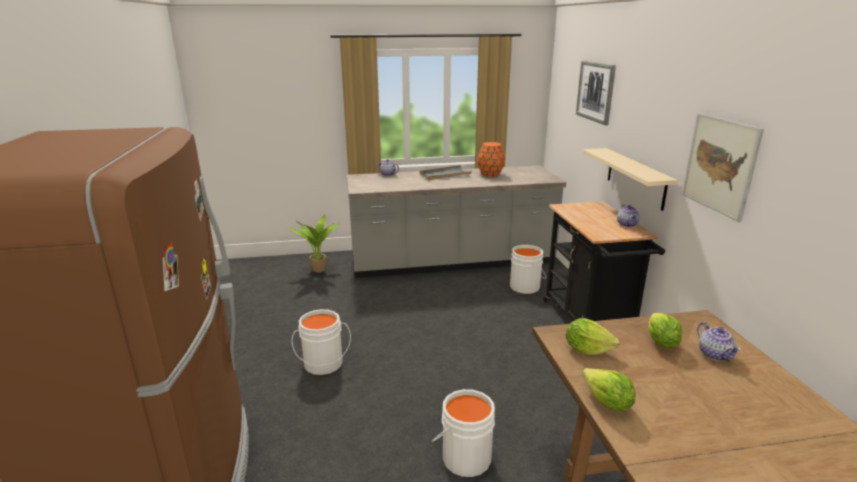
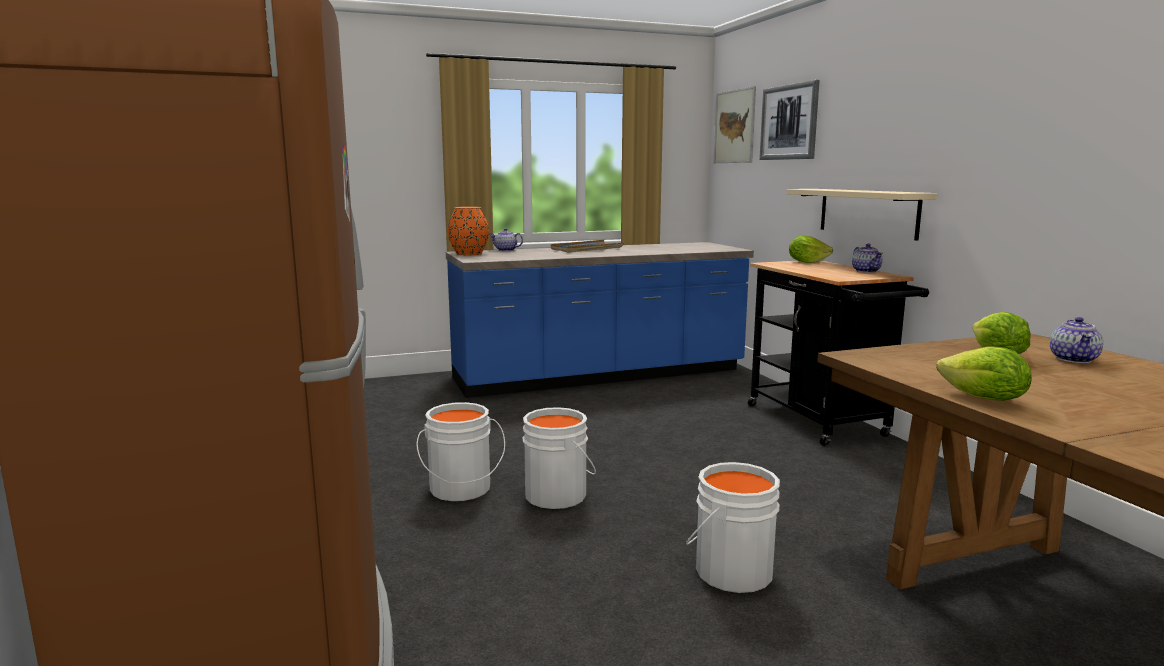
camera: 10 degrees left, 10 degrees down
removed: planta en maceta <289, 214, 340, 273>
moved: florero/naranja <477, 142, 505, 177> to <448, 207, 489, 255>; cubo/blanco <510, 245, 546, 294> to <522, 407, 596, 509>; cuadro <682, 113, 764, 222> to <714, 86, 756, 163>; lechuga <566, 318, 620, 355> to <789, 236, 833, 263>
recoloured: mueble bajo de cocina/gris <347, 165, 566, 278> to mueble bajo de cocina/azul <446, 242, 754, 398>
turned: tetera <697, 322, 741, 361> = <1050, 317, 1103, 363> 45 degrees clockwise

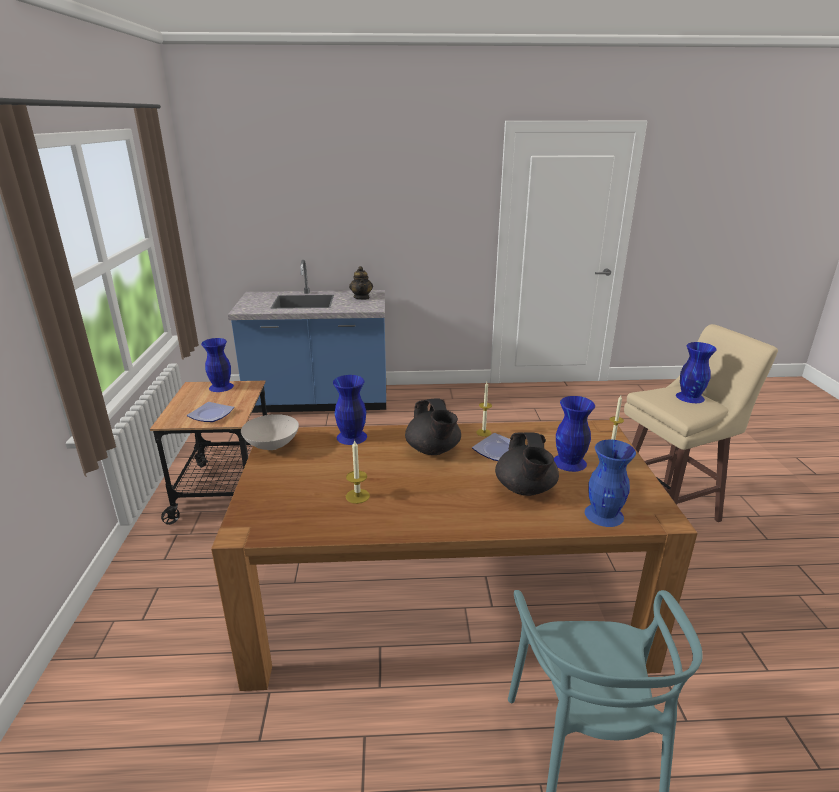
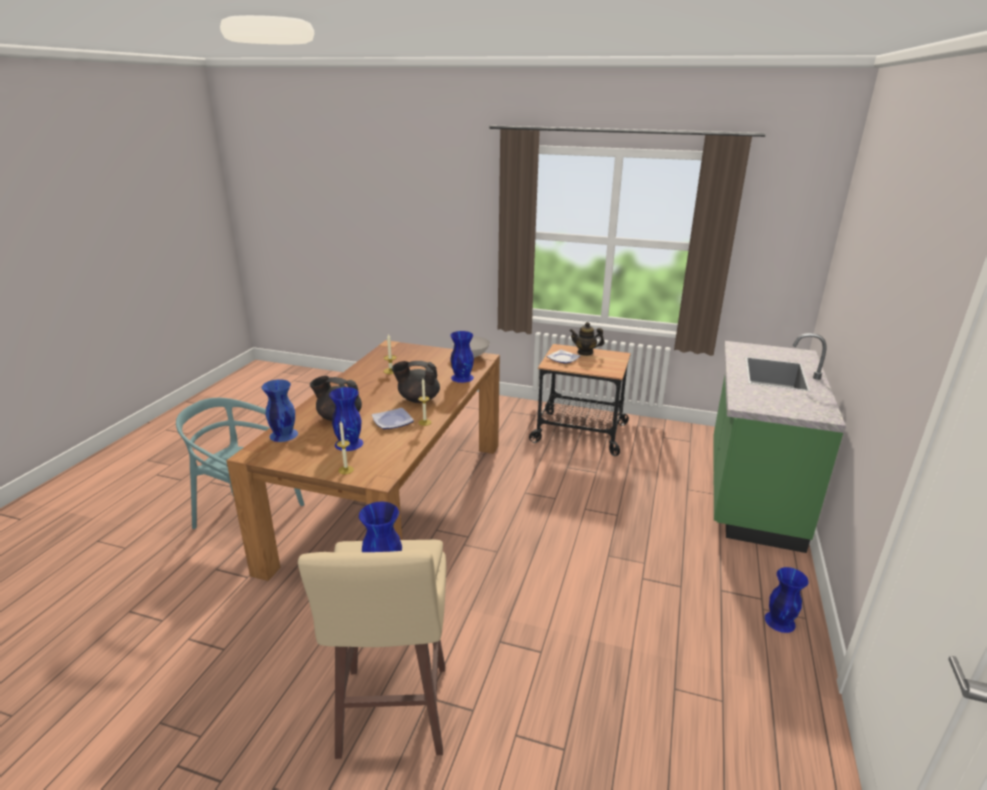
camera: 110 degrees right, 0 degrees up
moved: tetera <349, 266, 373, 300> to <569, 322, 605, 356>; florero/azul <201, 338, 234, 392> to <765, 567, 809, 633>
recoloured: mueble bajo de cocina/azul <228, 260, 386, 413> to mueble bajo de cocina/verde <713, 333, 846, 553>

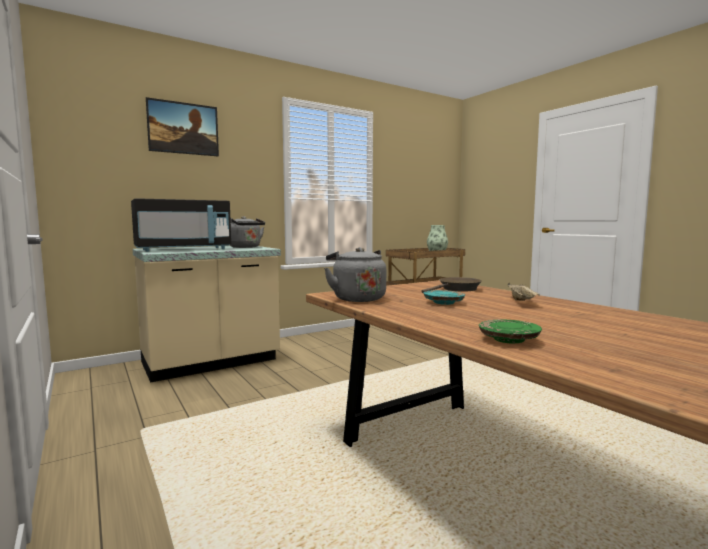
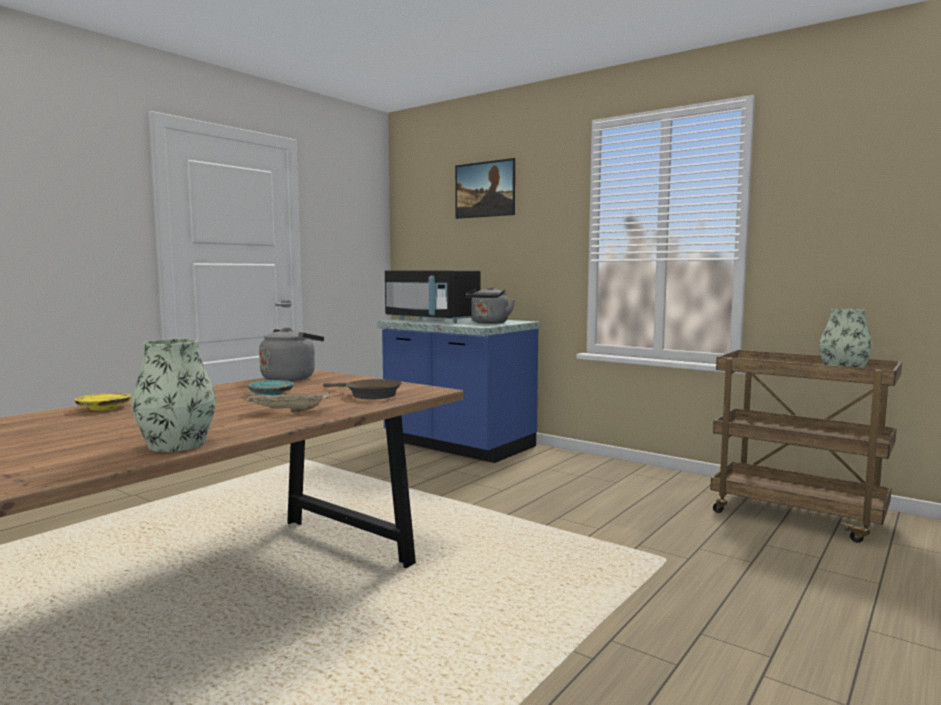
camera: 70 degrees right, 0 degrees up
added: florero <131, 339, 216, 452>
recoloured: plato/verde <479, 320, 542, 343> to plato/amarillo <74, 393, 131, 411>; mueble bajo de cocina/beis <133, 246, 281, 383> to mueble bajo de cocina/azul <377, 317, 540, 463>

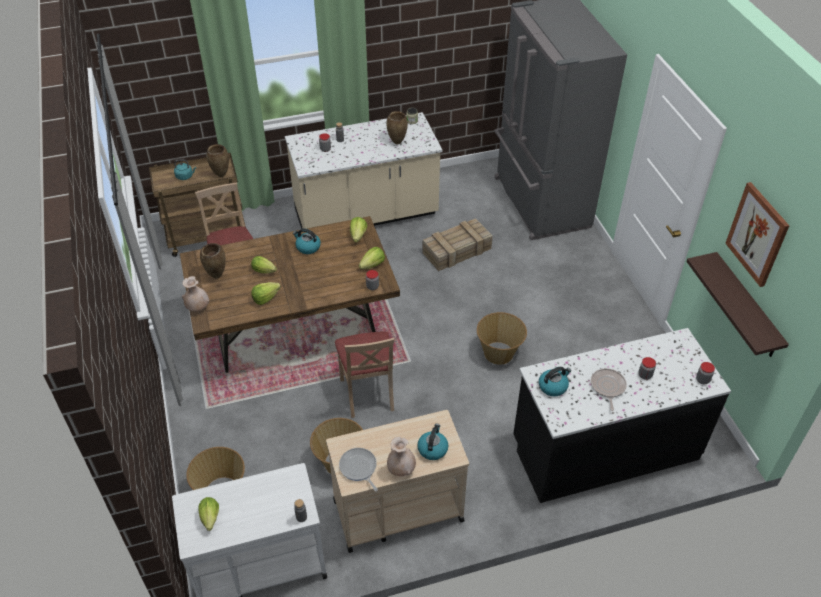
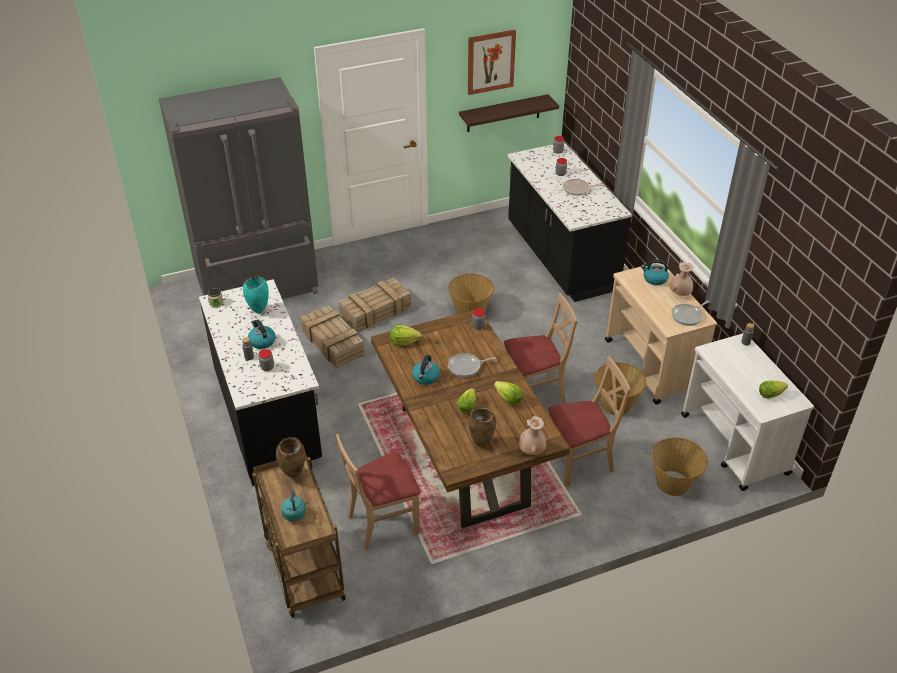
camera: 95 degrees left, 5 degrees down
removed: lechuga <359, 247, 385, 269>
added: caja de embalaje <339, 278, 411, 332>; sartén <448, 353, 496, 377>; silla/beis <548, 357, 631, 487>
moved: hervidor <539, 367, 571, 396> to <248, 320, 275, 349>
recoloured: mueble bajo de cocina/beis <285, 112, 442, 229> to mueble bajo de cocina/negro <199, 279, 322, 486>; florero/marrón <386, 111, 408, 145> to florero/turquesa <243, 276, 269, 314>

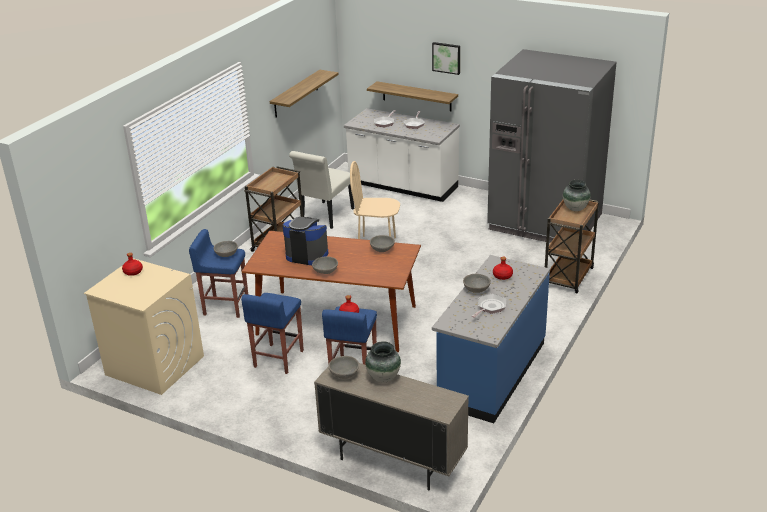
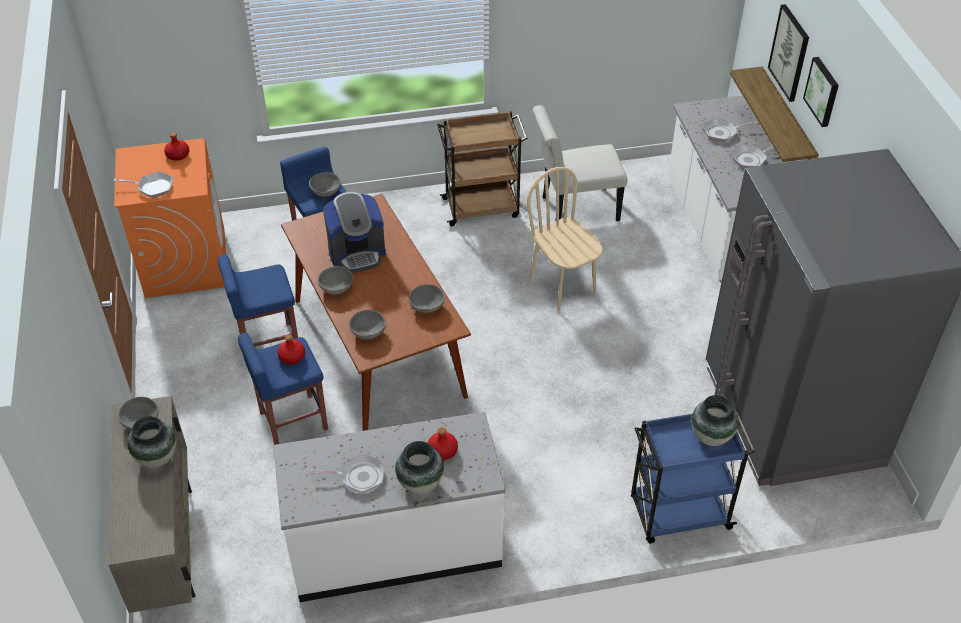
camera: 50 degrees right, 15 degrees up
removed: estante <270, 70, 338, 118>
added: sartén <113, 172, 173, 198>; florero <395, 441, 444, 494>; cuadro <768, 4, 809, 102>
moved: cuenco/gris <463, 274, 491, 293> to <349, 310, 386, 339>
recoloured: lavadora/beis <84, 258, 204, 395> to lavadora/naranja <114, 138, 226, 298>; mueble bajo de cocina/azul <432, 255, 550, 423> to mueble bajo de cocina/blanco <273, 412, 505, 602>; carrito/marrón <545, 199, 599, 293> to carrito/azul <631, 411, 755, 543>
turned: cafetera <282, 217, 329, 265> = <323, 192, 386, 273> 90 degrees clockwise

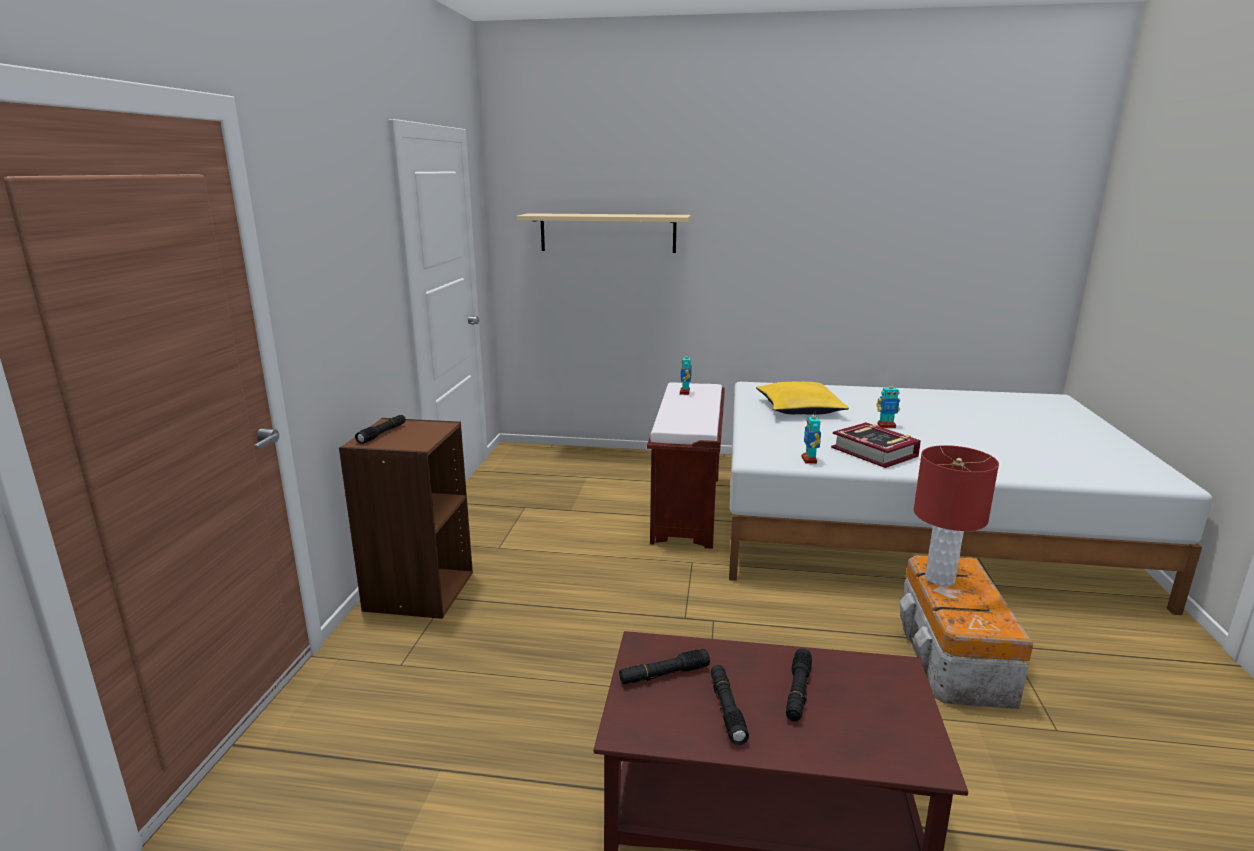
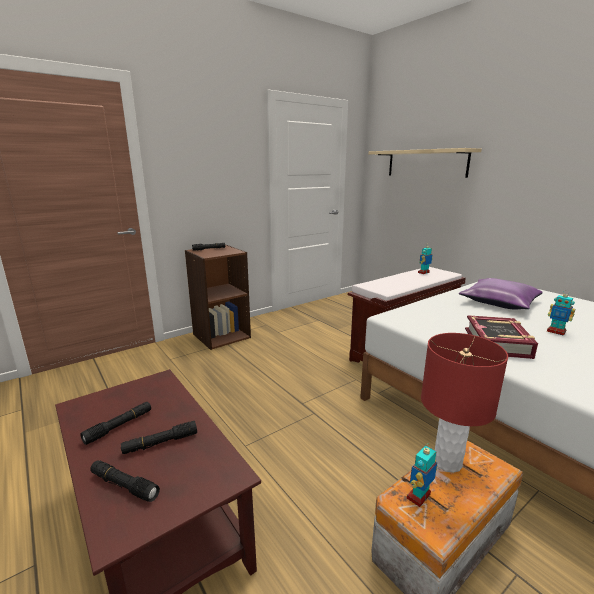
camera: 45 degrees right, 0 degrees up
moved: linterna/negro <619, 649, 710, 684> to <90, 460, 160, 502>; robot de juguete <802, 410, 821, 464> to <407, 445, 437, 507>
recoloured: cojín/amarillo <756, 382, 849, 415> to cojín/morado <459, 278, 543, 310>

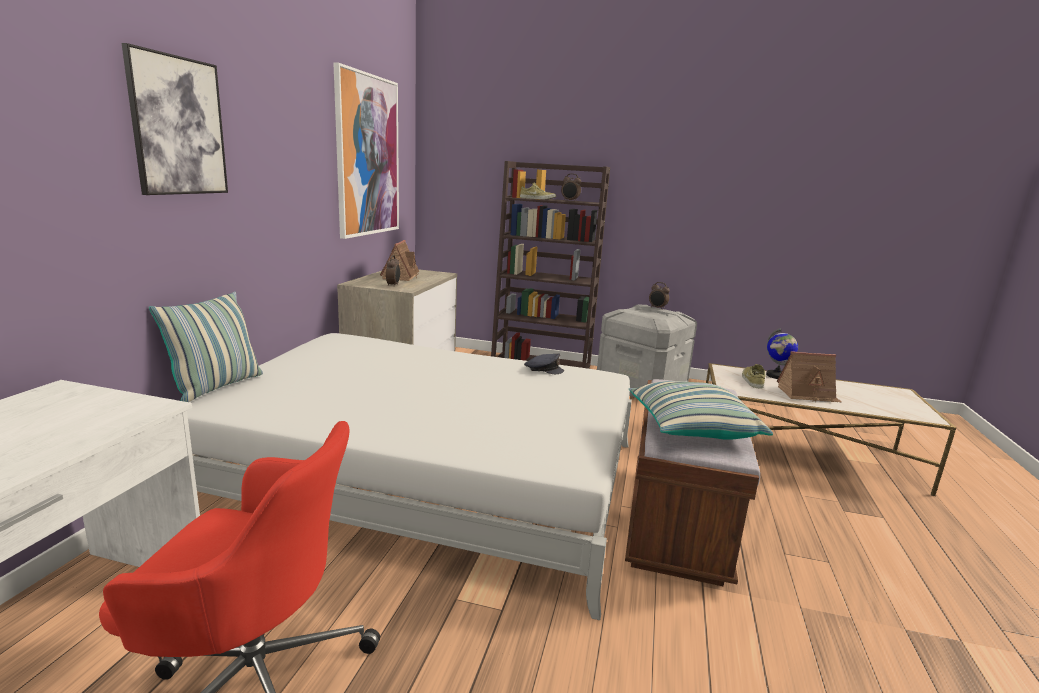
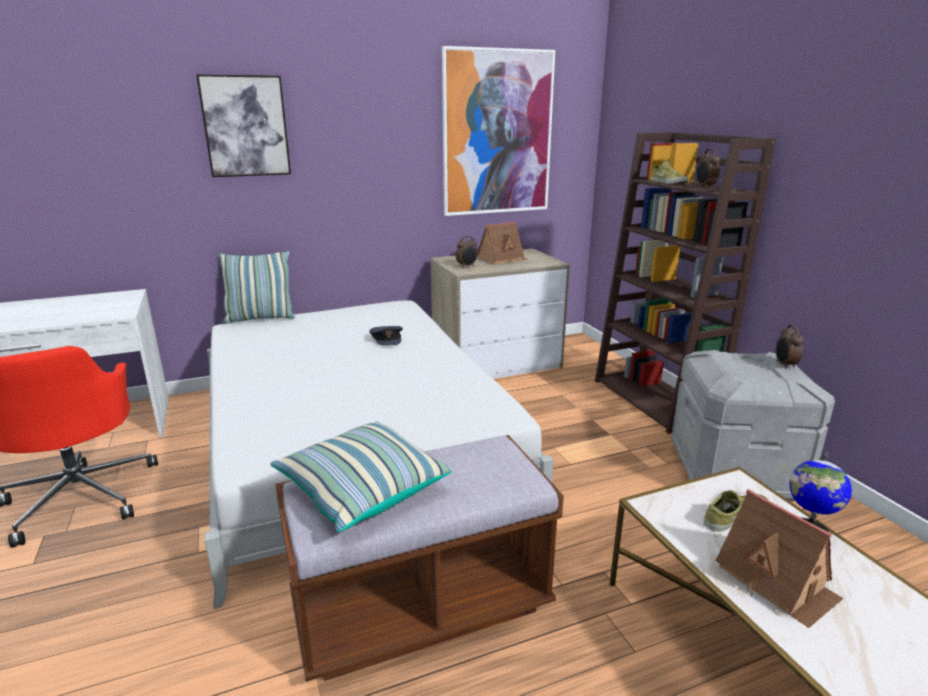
camera: 55 degrees right, 5 degrees up
moved: gorra/gris <524, 354, 564, 374> to <369, 326, 403, 346>

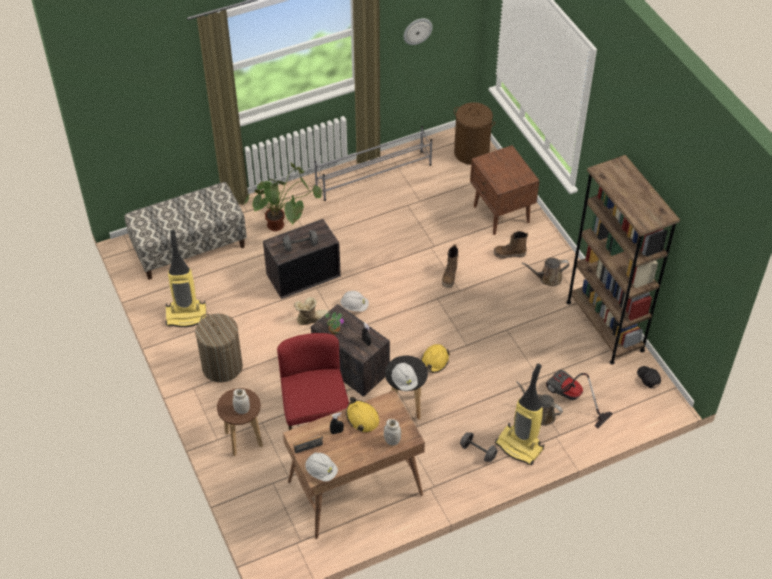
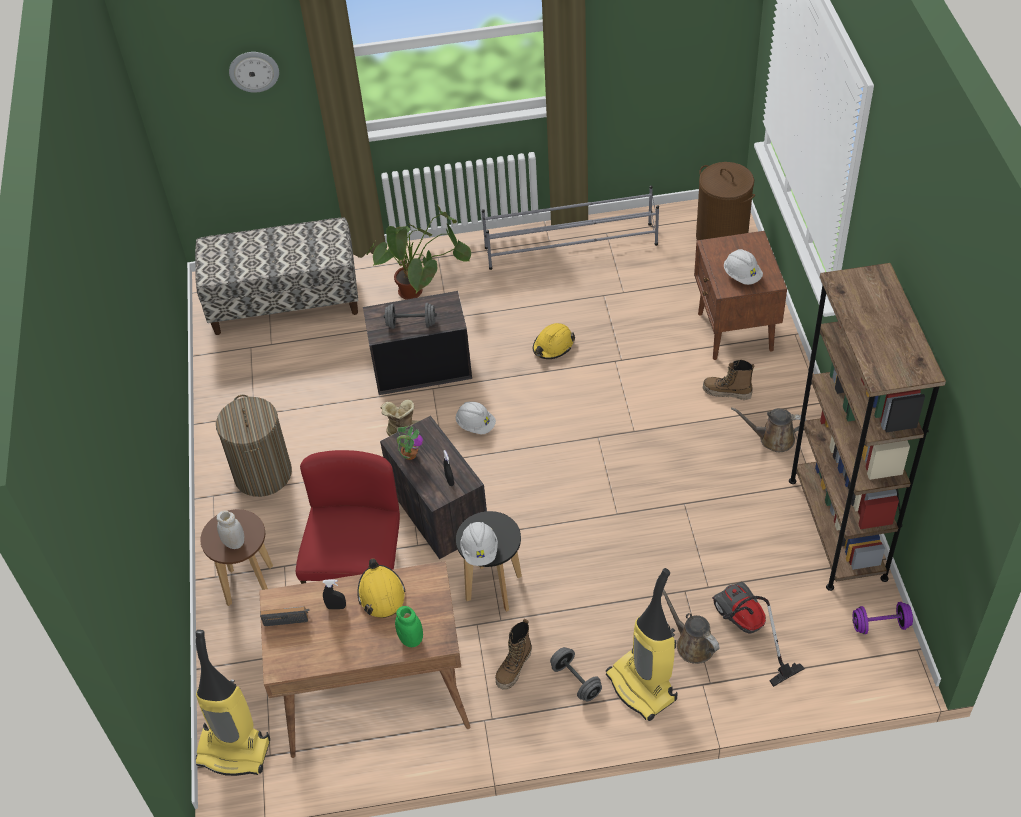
camera: 20 degrees right, 0 degrees up
moved: aspiradora <166, 230, 206, 327> to <195, 630, 270, 776>; reloj de pared <404, 18, 433, 45> to <229, 52, 279, 93>; bota <442, 244, 459, 288> to <495, 619, 532, 690>; casco/amarillo <421, 344, 450, 373> to <533, 323, 575, 359>; casco/blanco <305, 453, 338, 482> to <724, 249, 763, 285>
replaced: gorra/negro <637, 366, 661, 388> to mancuerna/morado <853, 602, 913, 634>
recoloured: tarro/blanco <384, 419, 401, 446> to tarro/verde <395, 606, 423, 647>

